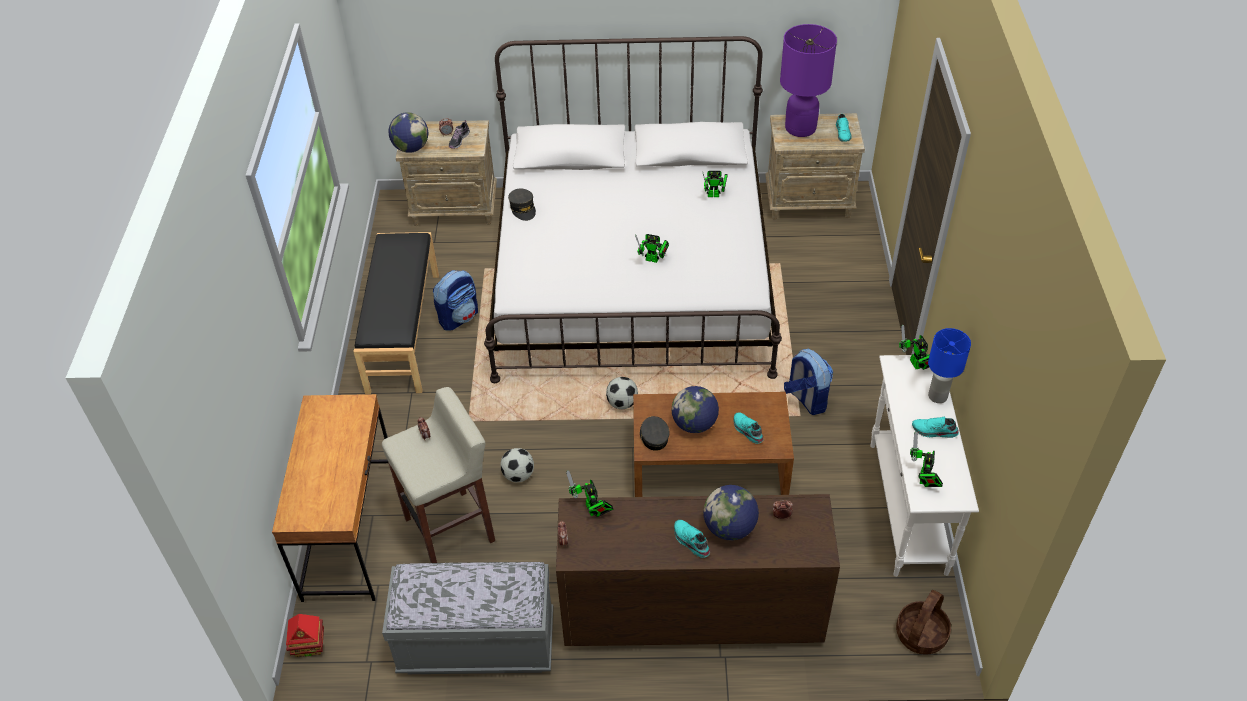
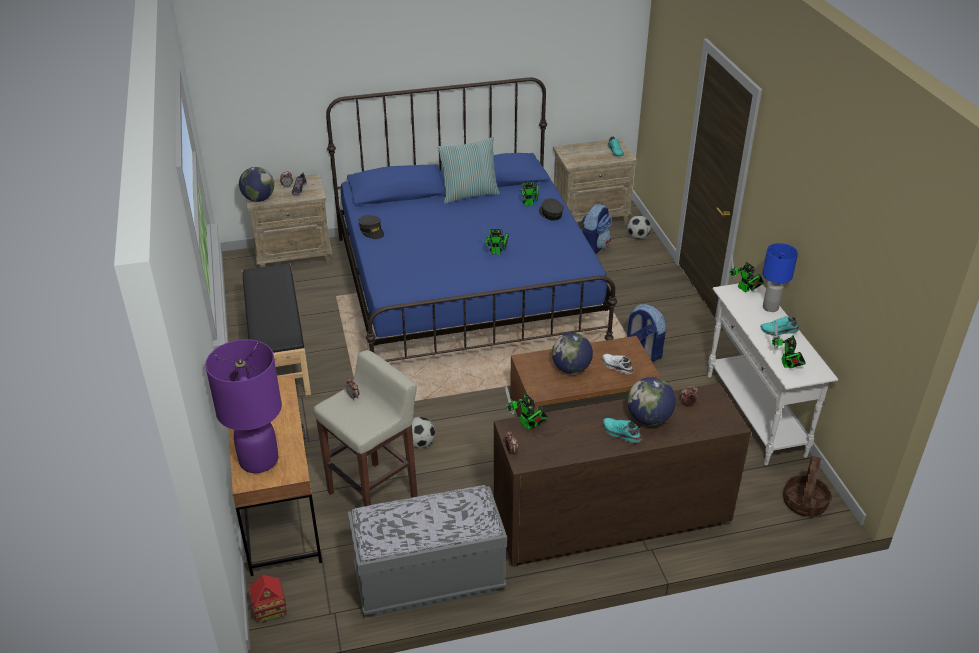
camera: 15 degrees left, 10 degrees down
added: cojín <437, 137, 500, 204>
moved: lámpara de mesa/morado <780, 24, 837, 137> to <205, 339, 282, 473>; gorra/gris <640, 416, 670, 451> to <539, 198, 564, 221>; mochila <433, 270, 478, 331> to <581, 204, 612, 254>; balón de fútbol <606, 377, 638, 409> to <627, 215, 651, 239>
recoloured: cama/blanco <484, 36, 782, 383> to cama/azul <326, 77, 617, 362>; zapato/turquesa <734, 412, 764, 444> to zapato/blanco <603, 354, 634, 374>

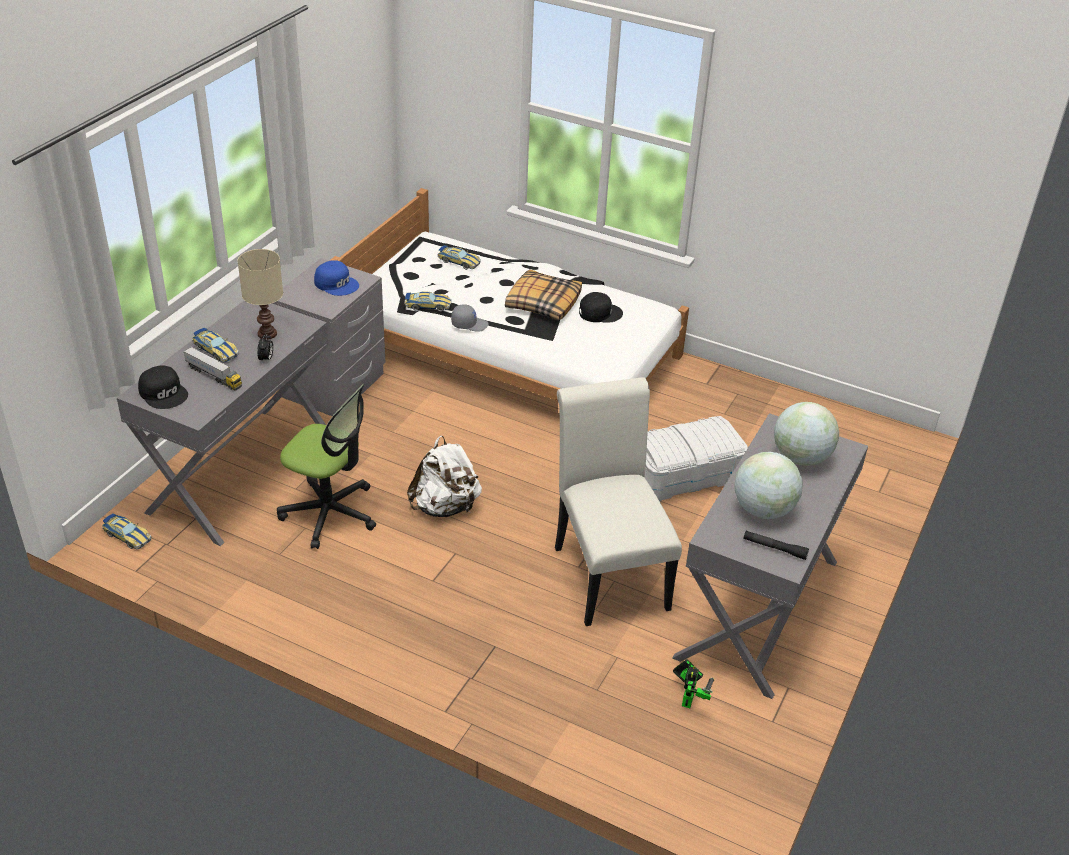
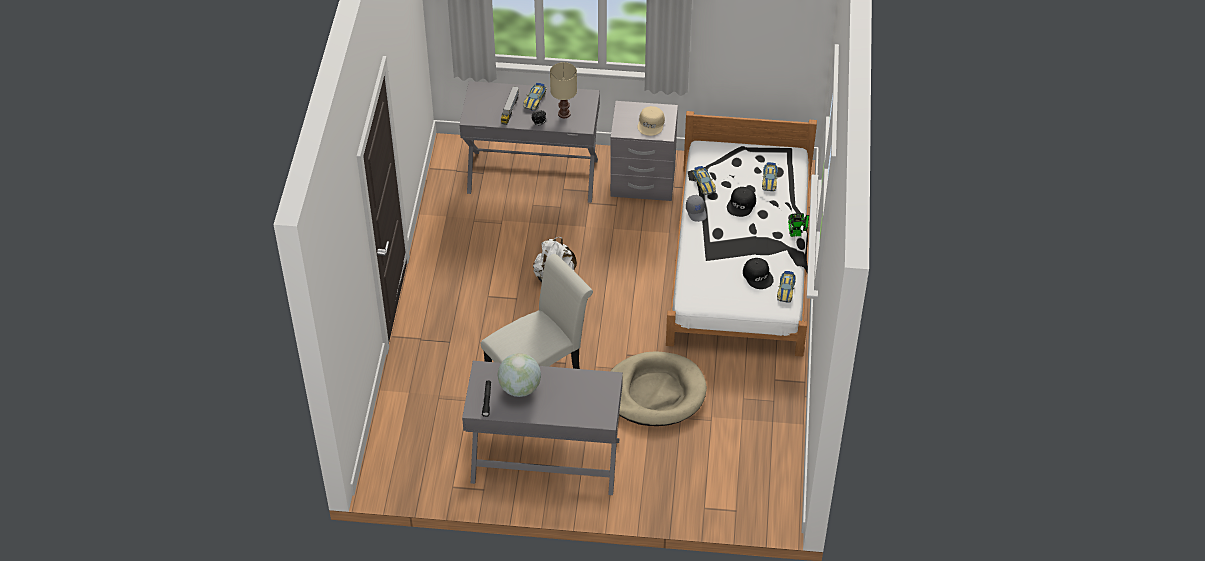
camera: 70 degrees right, 10 degrees up
removed: silla de oficina <277, 384, 376, 549>; cojín <505, 270, 582, 321>; globo terráqueo <774, 402, 839, 466>
moved: gorra/negro <138, 365, 188, 409> to <727, 187, 756, 217>; coche de juguete <102, 514, 151, 549> to <777, 271, 796, 303>; robot de juguete <673, 659, 714, 708> to <788, 213, 809, 237>
replaced: caja de almacenaje/blanco <645, 416, 748, 501> to cama para perro/beis <611, 351, 707, 426>
recoloured: gorra/azul <314, 260, 359, 296> to gorra/beis <637, 106, 665, 136>

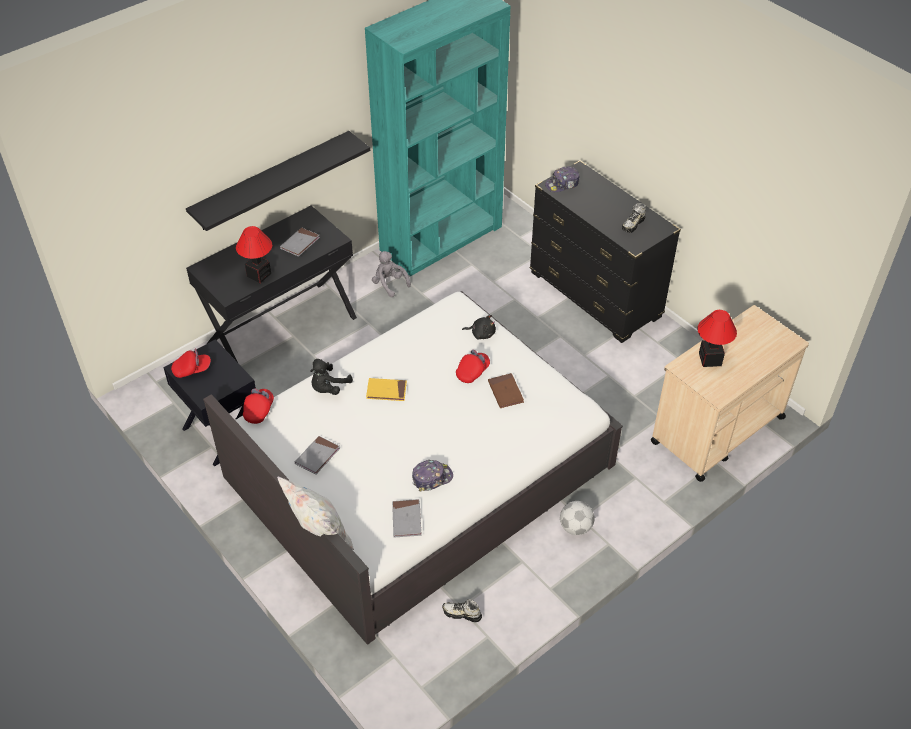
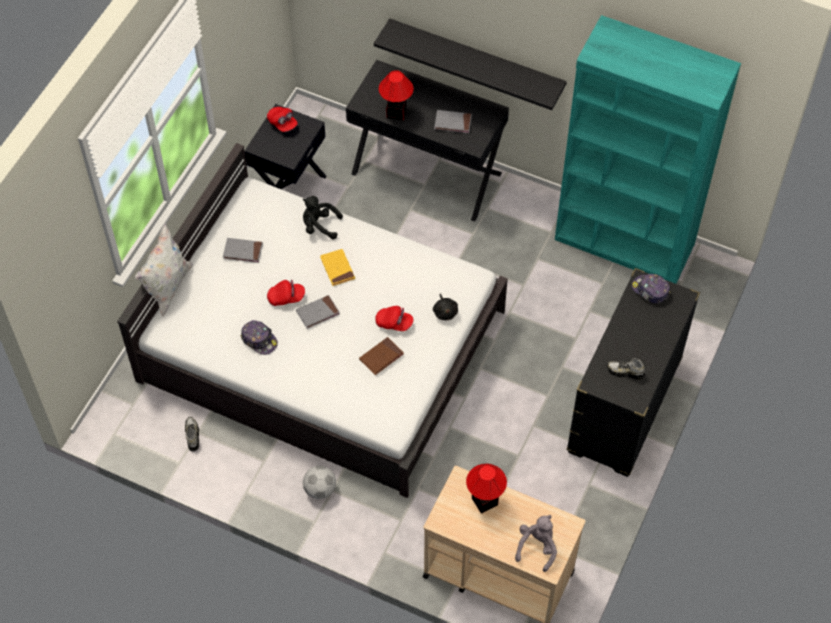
camera: 65 degrees right, 10 degrees up
moved: gorra/rojo <243, 388, 274, 424> to <267, 280, 305, 306>; libro/gris <392, 499, 422, 538> to <296, 295, 340, 329>; peluche/gris <372, 251, 411, 297> to <515, 515, 557, 572>

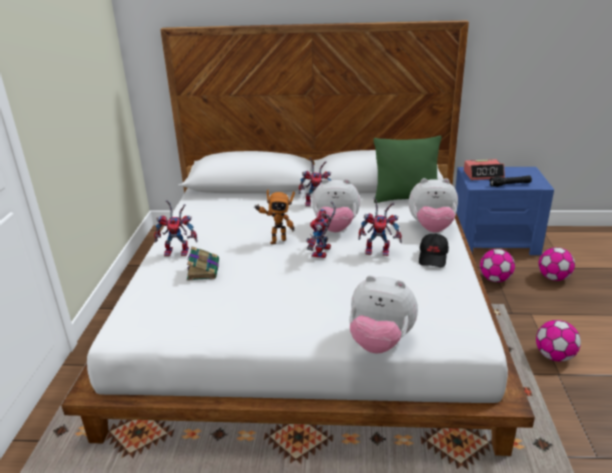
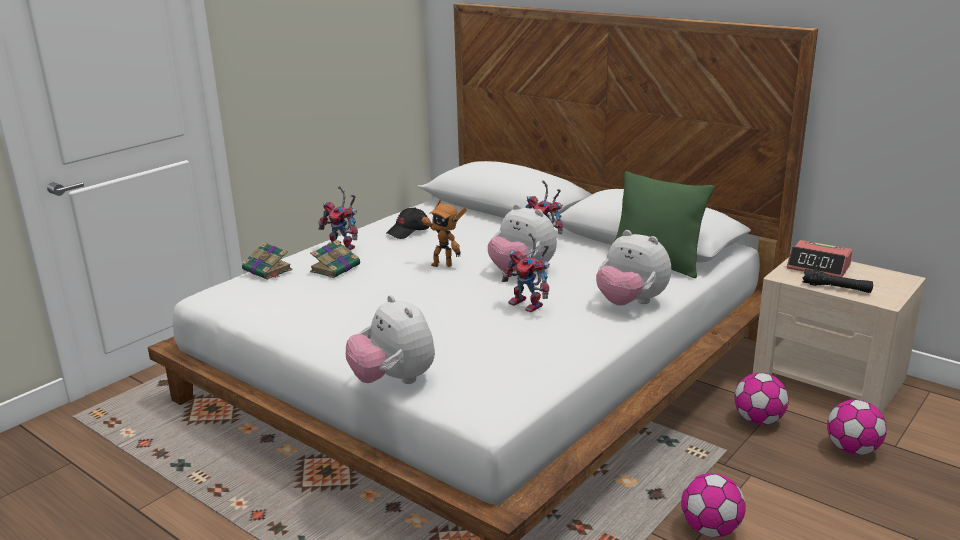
camera: 35 degrees right, 5 degrees down
removed: robot de juguete <306, 201, 336, 258>
added: libro <242, 242, 293, 280>
moved: gorra/negro <419, 233, 449, 267> to <386, 208, 429, 239>
recoloured: mesita de noche/azul <455, 167, 554, 255> to mesita de noche/beis <753, 257, 926, 413>

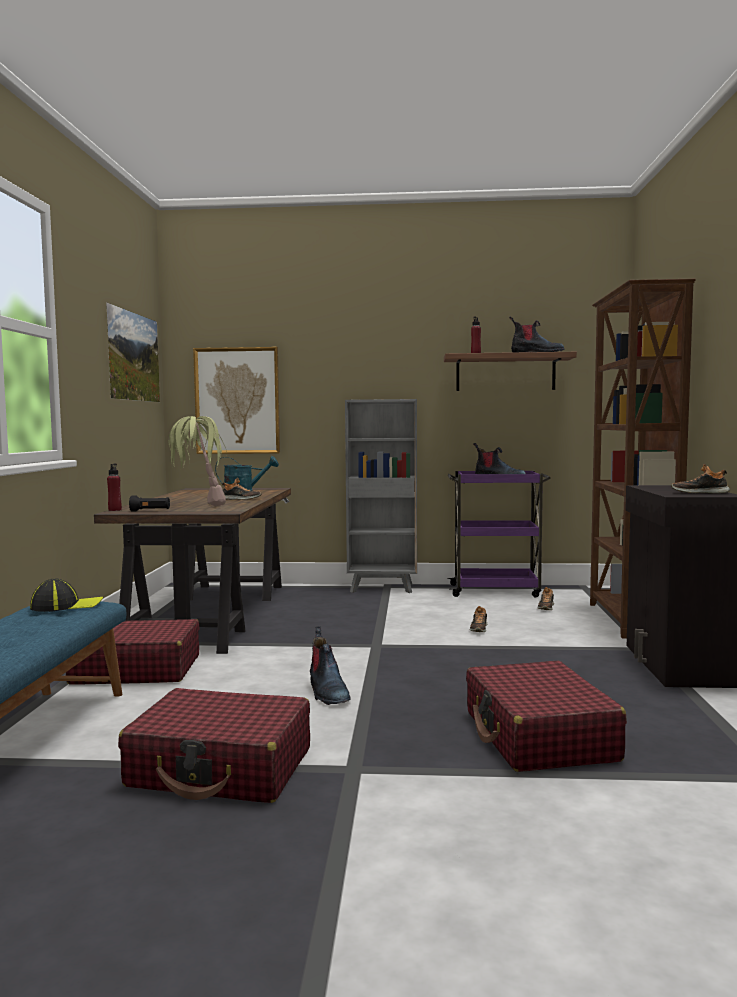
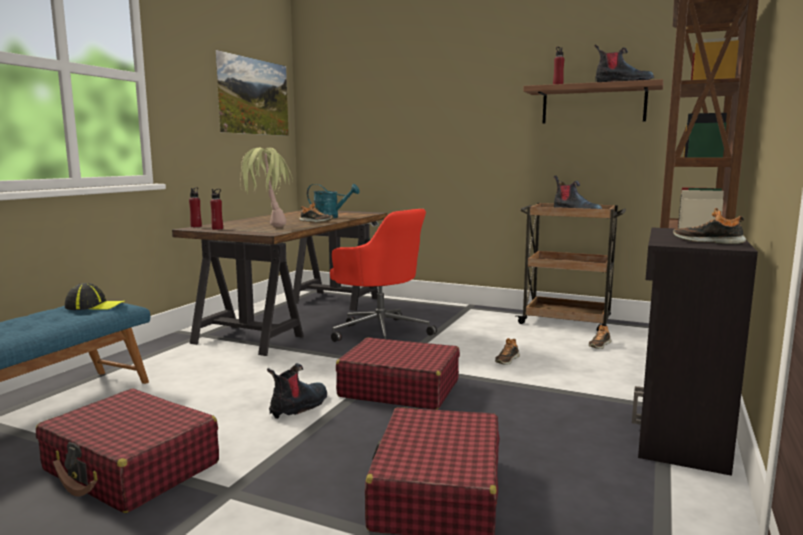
camera: 20 degrees right, 5 degrees up
removed: cuadro <193, 347, 280, 454>; estantería/gris <345, 399, 417, 593>
added: silla de oficina/rojo <330, 209, 437, 342>
moved: maleta/rojo <66, 619, 200, 685> to <336, 337, 460, 410>
replaced: linterna/negro <129, 496, 170, 511> to botella/rojo <210, 189, 223, 230>
recoloured: carrito/morado <447, 471, 551, 597> to carrito/marrón <516, 203, 626, 331>
turned: bota <310, 626, 351, 705> = <267, 363, 327, 419> 150 degrees counterclockwise

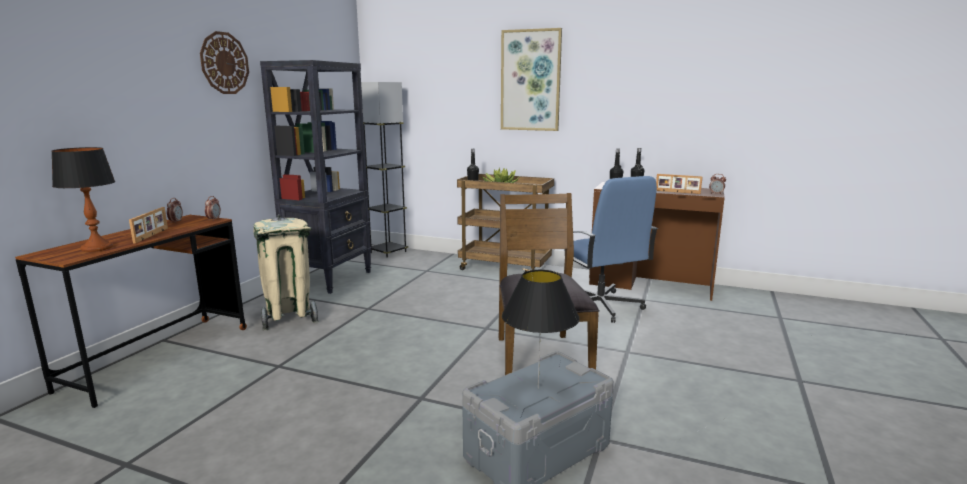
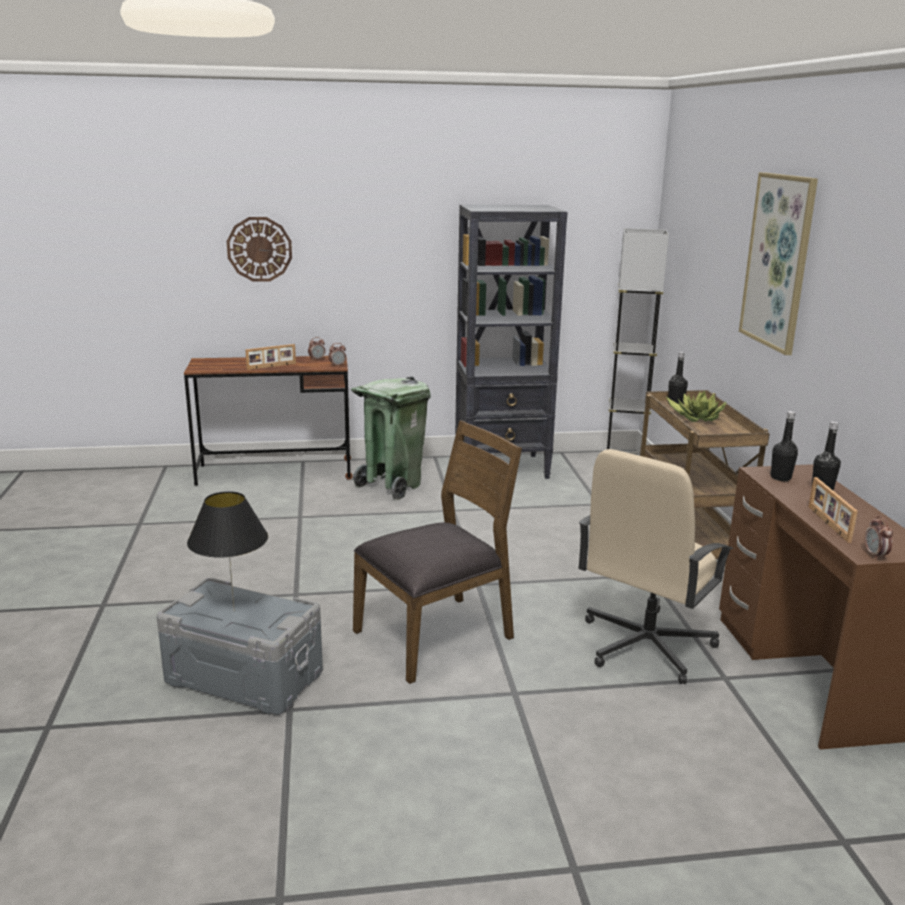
camera: 60 degrees right, 5 degrees up
removed: lámpara de mesa <51, 147, 115, 252>
moved: reloj de pared <200, 31, 249, 94> to <227, 217, 292, 282>
recoloured: papelera/beis <253, 214, 318, 331> to papelera/verde <351, 376, 431, 500>; silla de oficina/azul <564, 176, 658, 323> to silla de oficina/beis <578, 449, 733, 684>

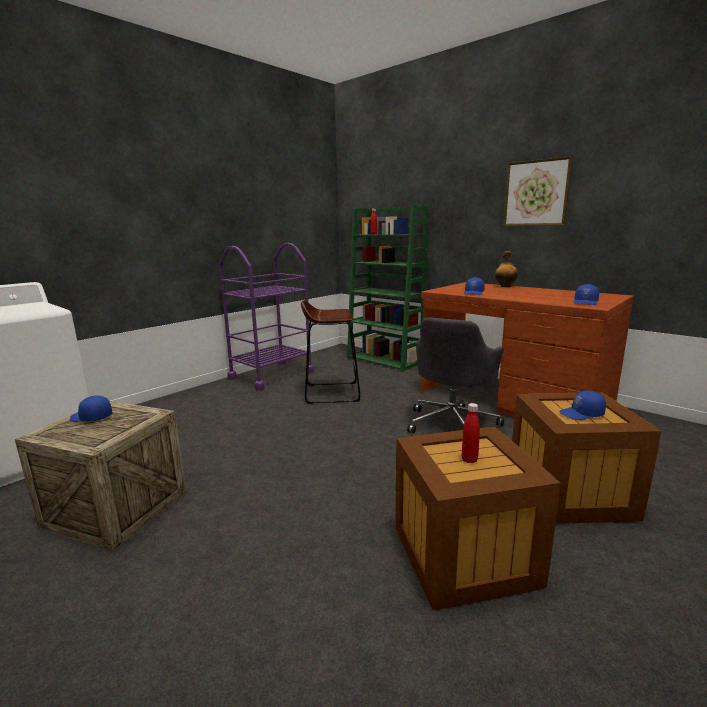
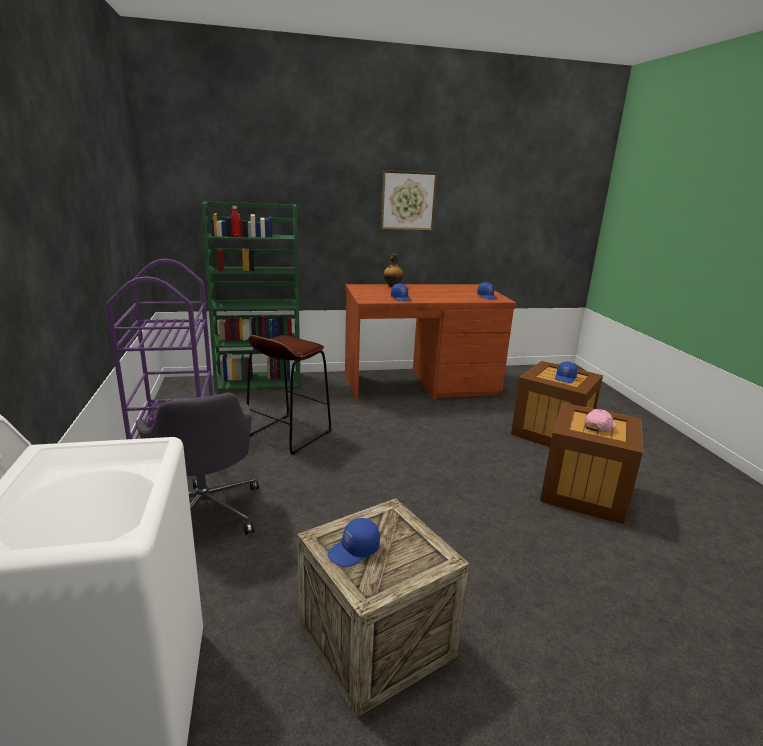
camera: 55 degrees left, 5 degrees up
moved: silla de oficina/gris <407, 317, 504, 433> to <136, 393, 259, 535>
replaced: botella/rojo <462, 403, 480, 463> to gorra/rosa <584, 409, 617, 433>

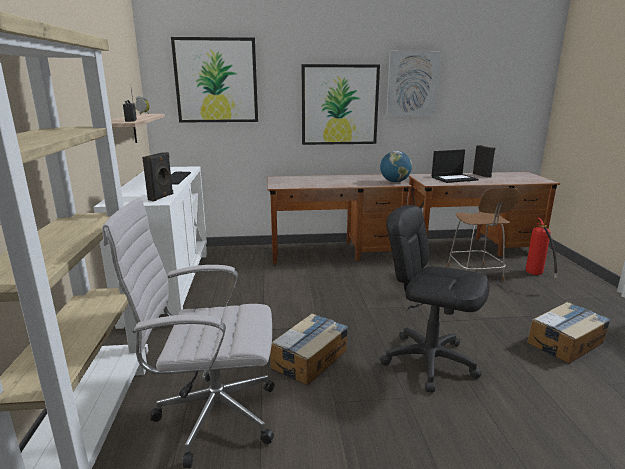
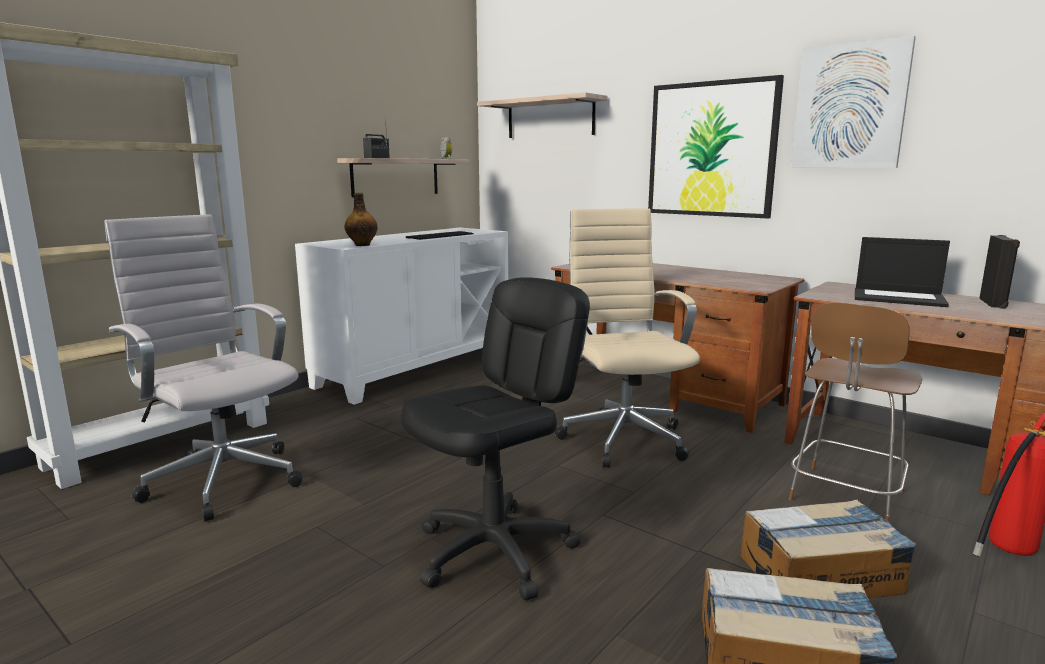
camera: 45 degrees right, 5 degrees down
removed: globo terráqueo <380, 151, 412, 182>
added: silla de oficina/beis <555, 208, 700, 468>
moved: caja de cartón <270, 313, 348, 385> to <740, 500, 916, 598>
replaced: altavoz/negro <142, 152, 173, 202> to botella <344, 193, 378, 246>; cuadro <171, 37, 258, 123> to estante <477, 92, 607, 138>
turned: silla de oficina/negro <380, 205, 490, 393> = <401, 277, 590, 601> 60 degrees clockwise

